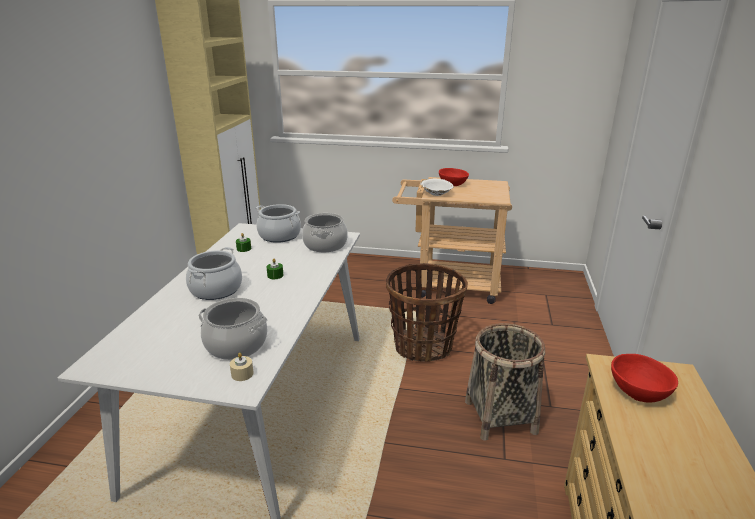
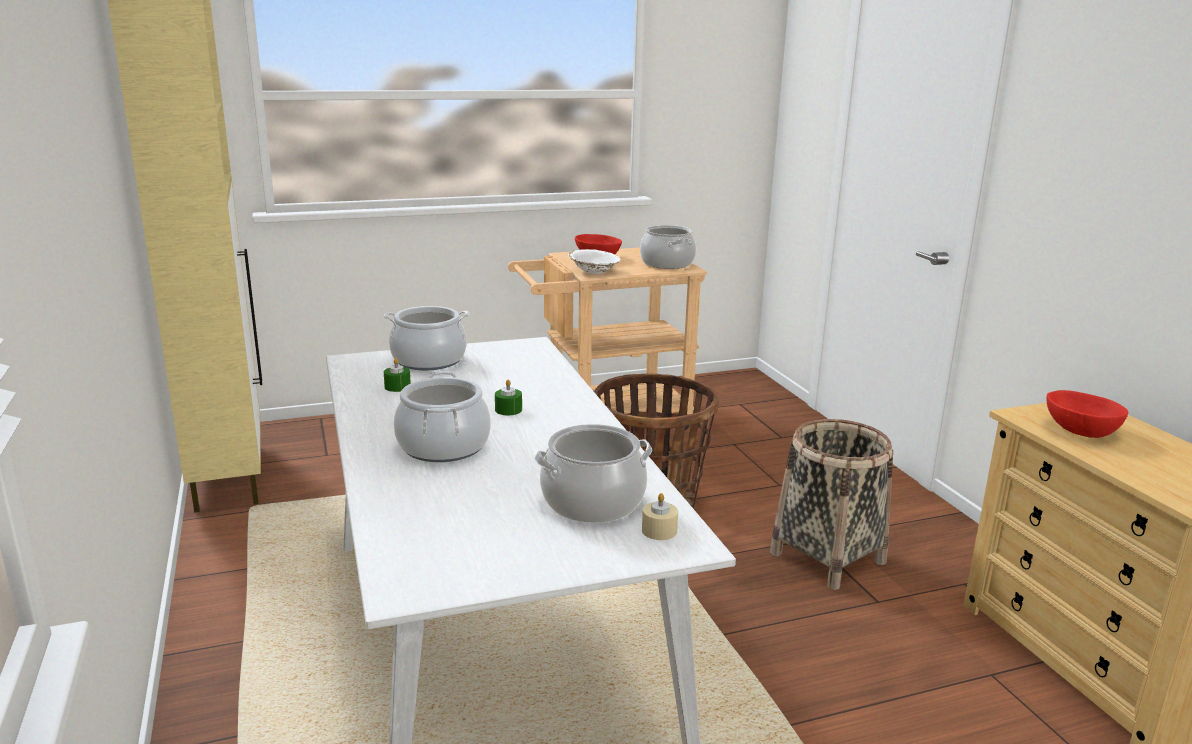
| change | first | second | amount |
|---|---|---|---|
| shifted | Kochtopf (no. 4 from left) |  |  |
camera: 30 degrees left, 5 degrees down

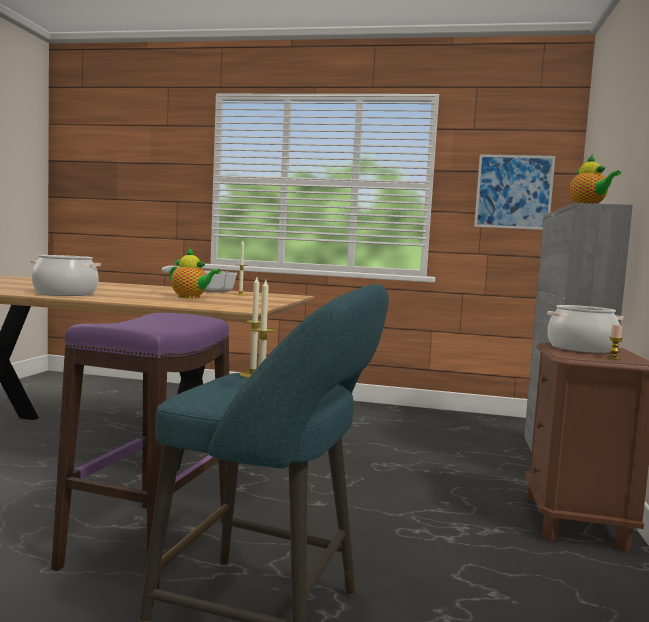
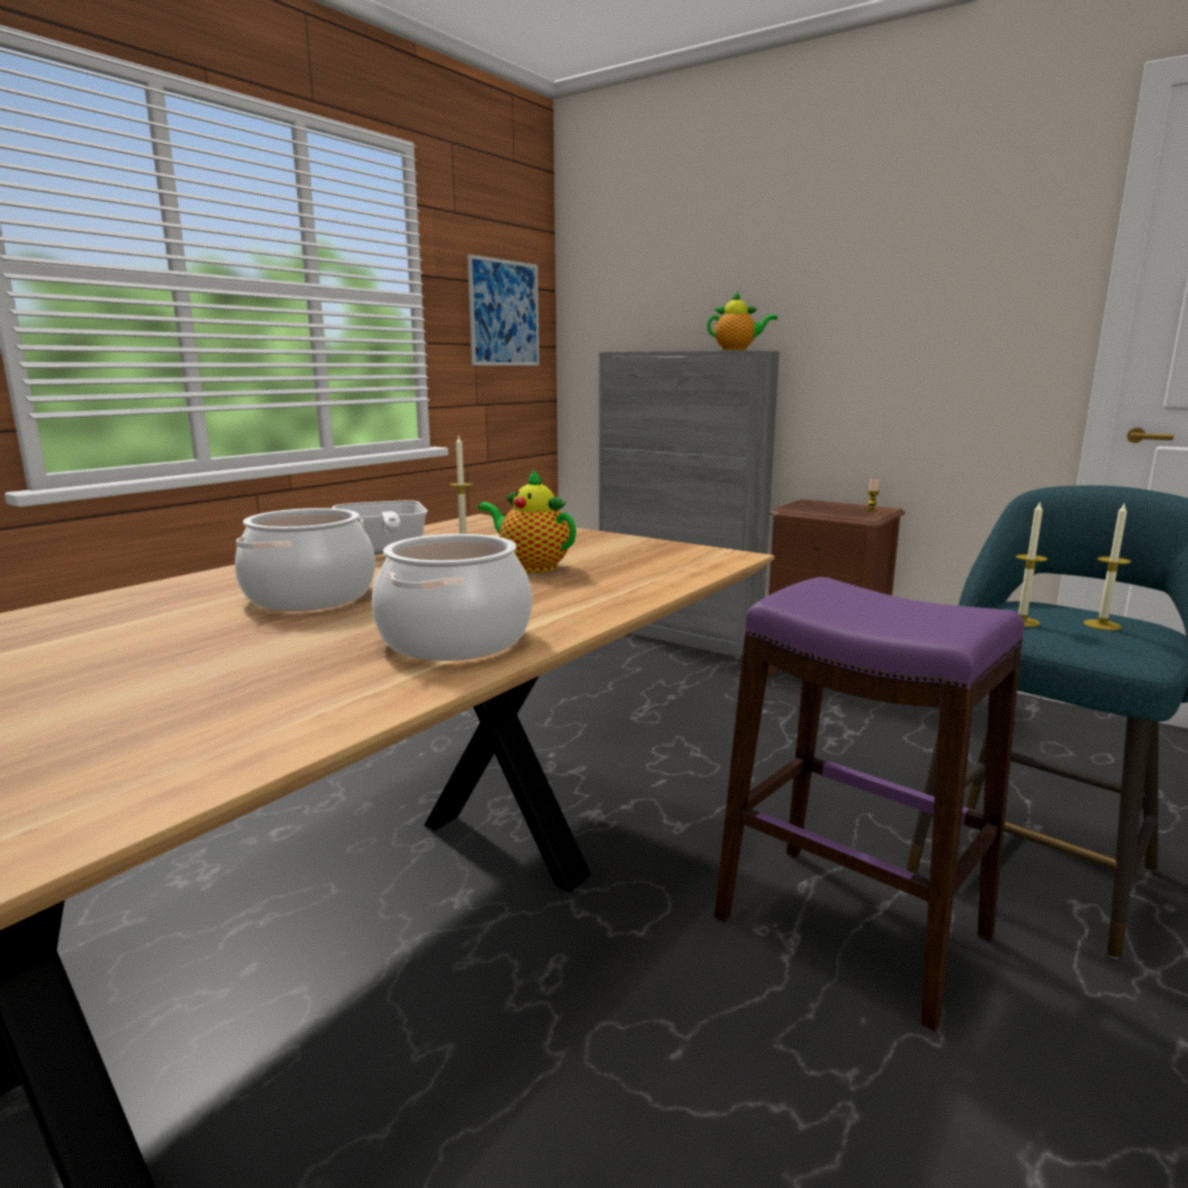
| change | first | second | amount |
|---|---|---|---|
| shifted | Kochtopf (no. 2 from left in the first image) | Kochtopf (no. 1 from left) |  |
| rotated | Teekanne (no. 1 from left) |  | 105 degrees counterclockwise |
camera: 65 degrees left, 10 degrees up

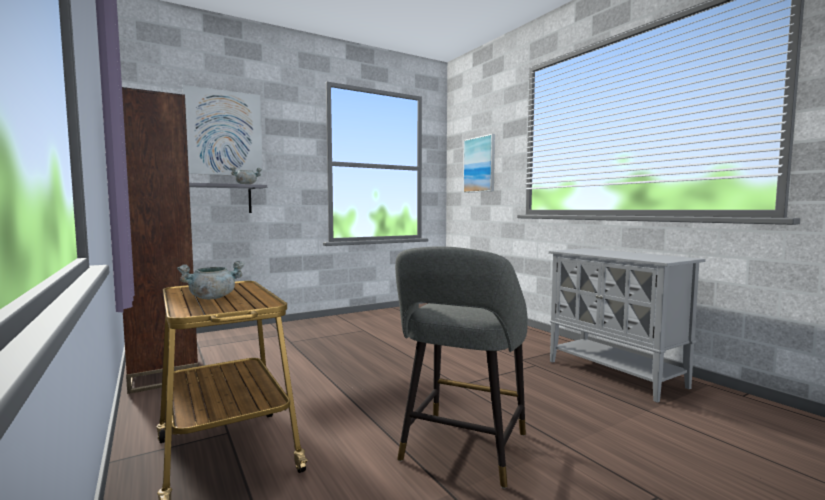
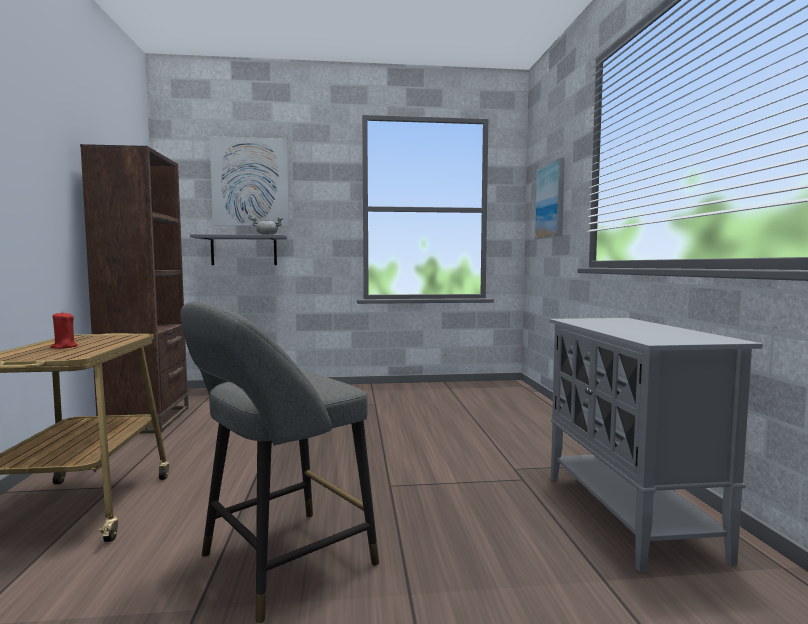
| change | first | second | amount |
|---|---|---|---|
| swapped | Kochtopf/grau (no. 1 from left) | Kerze/rot |  |
camera: 25 degrees right, 0 degrees up

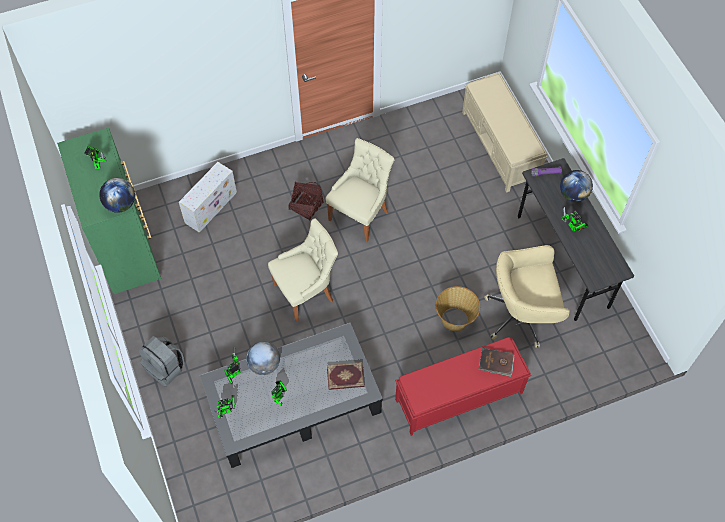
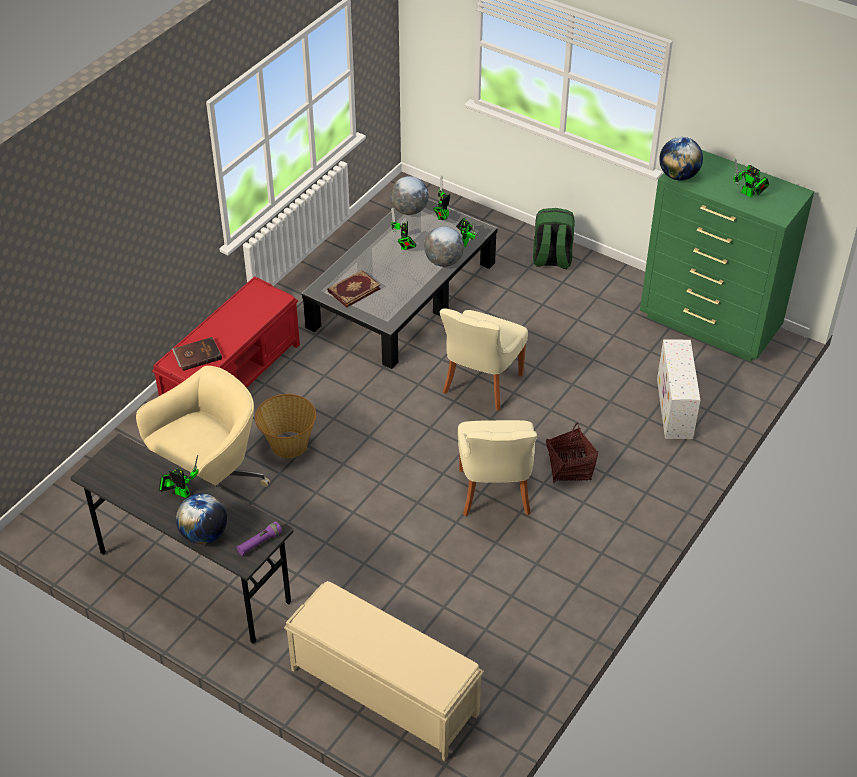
| change | first | second | amount |
|---|---|---|---|
| new |  | Globus (no. 2 from left) |  |
| repainted | Rucksack/grau | Rucksack/grün |  |
camera: 145 degrees right, 15 degrees down

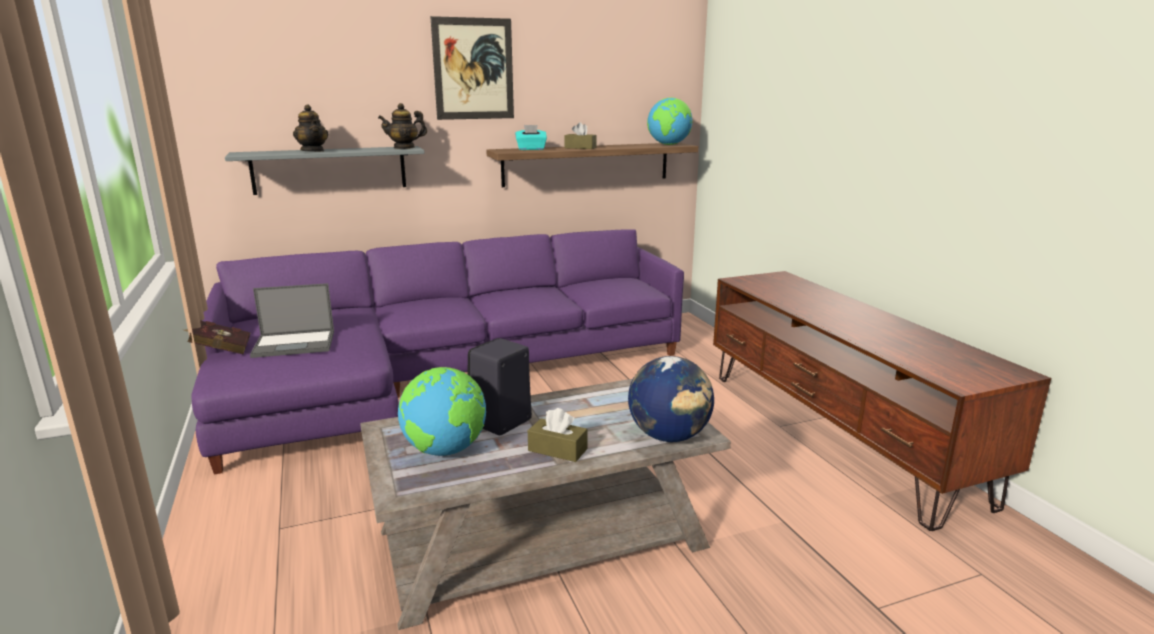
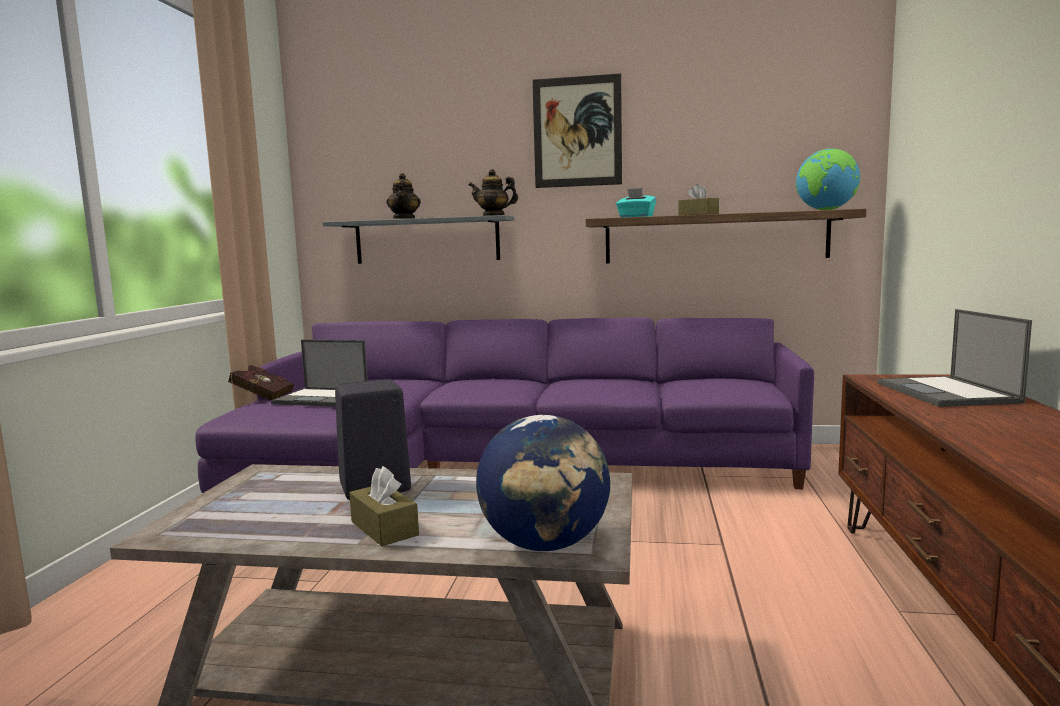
| change | first | second | amount |
|---|---|---|---|
| gone | Globus (no. 1 from left) |  |  |
| new |  | Laptop (no. 2 from left) |  |
camera: 30 degrees right, 10 degrees down

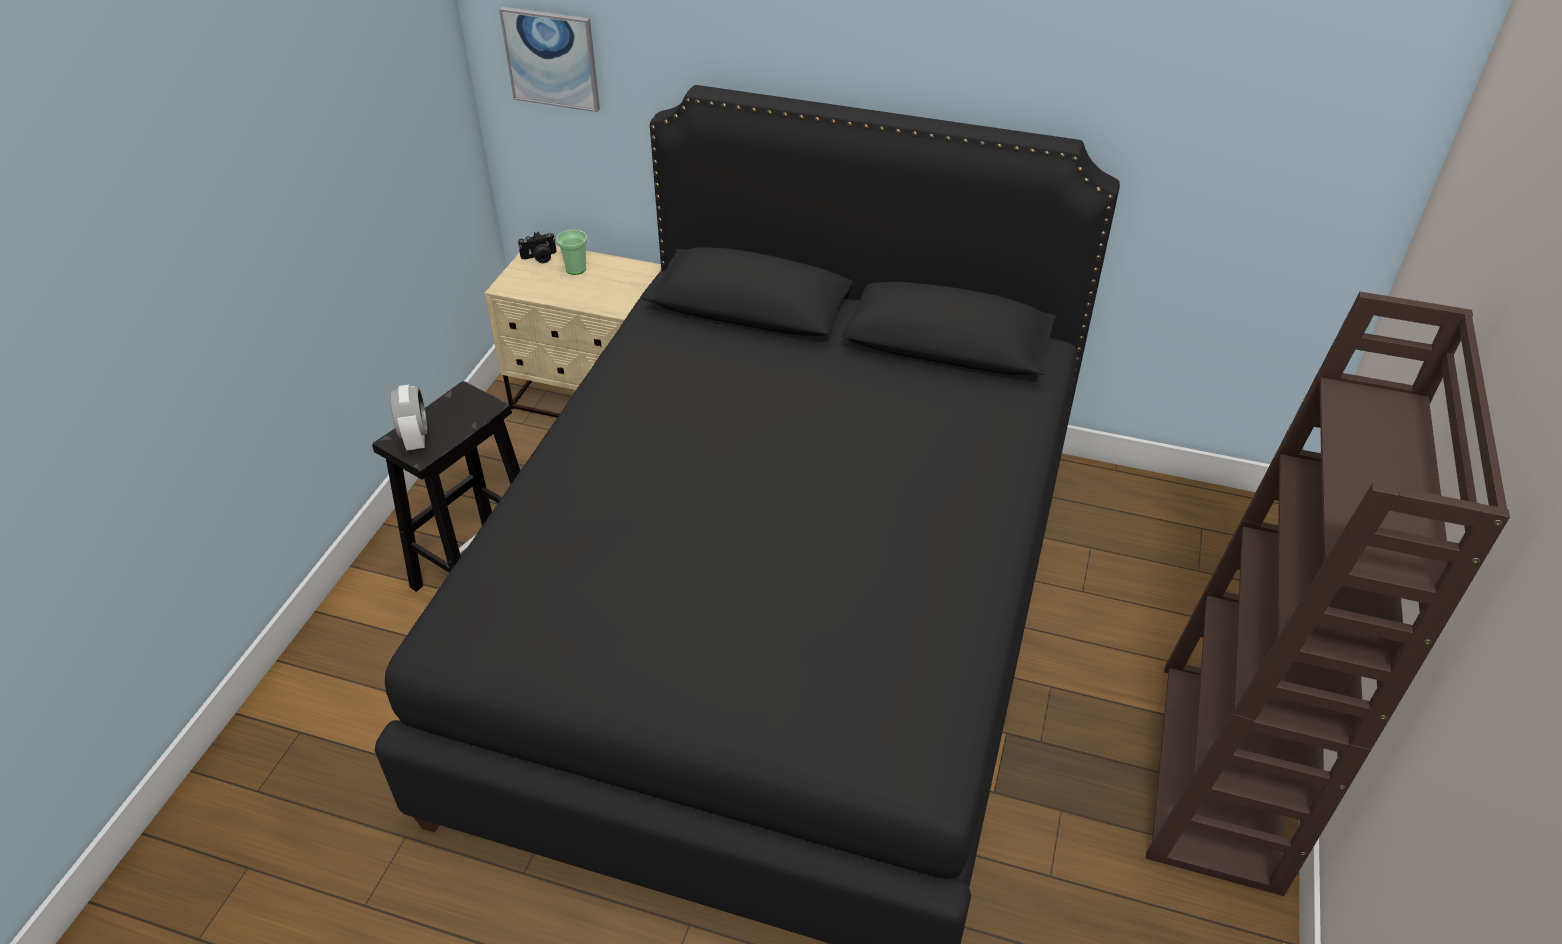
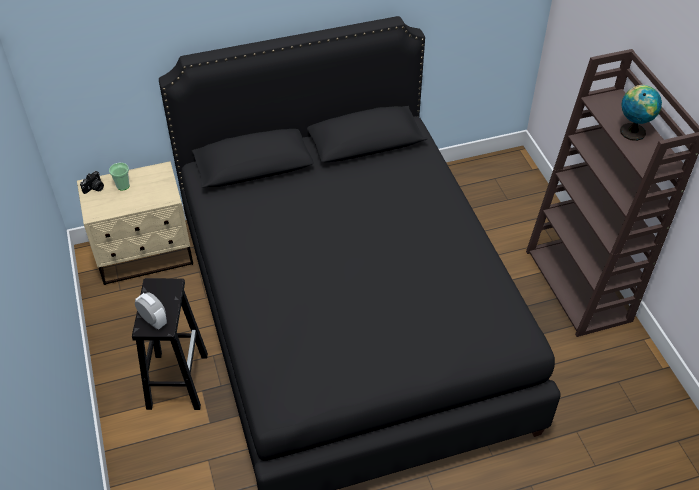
| change | first | second | amount |
|---|---|---|---|
| gone | Bild |  |  |
| new |  | Globus |  |
camera: 35 degrees left, 5 degrees up

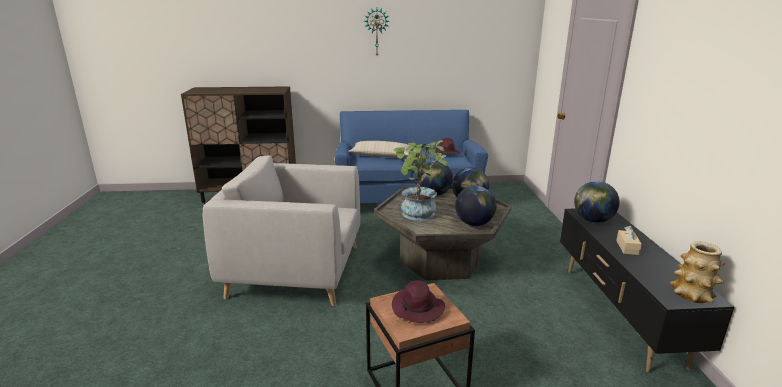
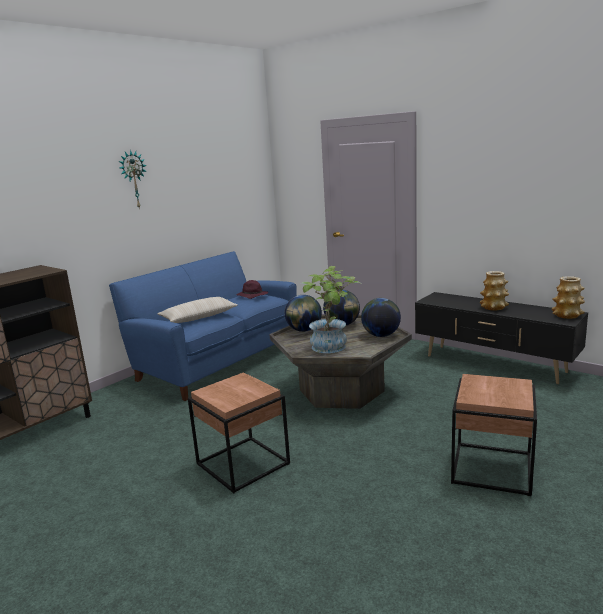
| change | first | second | amount |
|---|---|---|---|
| gone | Hut/lila (no. 1 from left) |  |  |
| gone | Globus (no. 4 from left) |  |  |
| swapped | Sessel/grau | Beistelltisch/braun (no. 1 from left) |  |
| swapped | Taschentuchbox/beige | Vase (no. 1 from left) |  |
camera: 45 degrees left, 5 degrees down

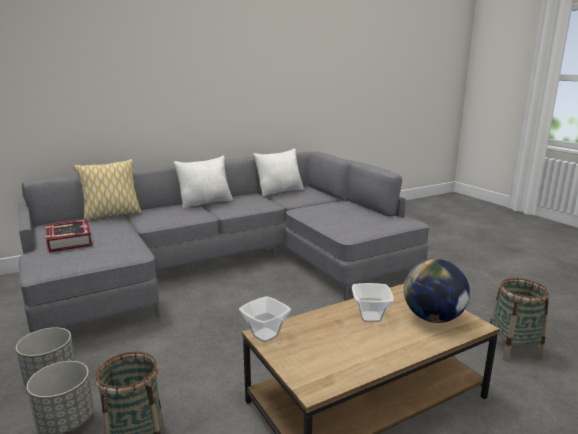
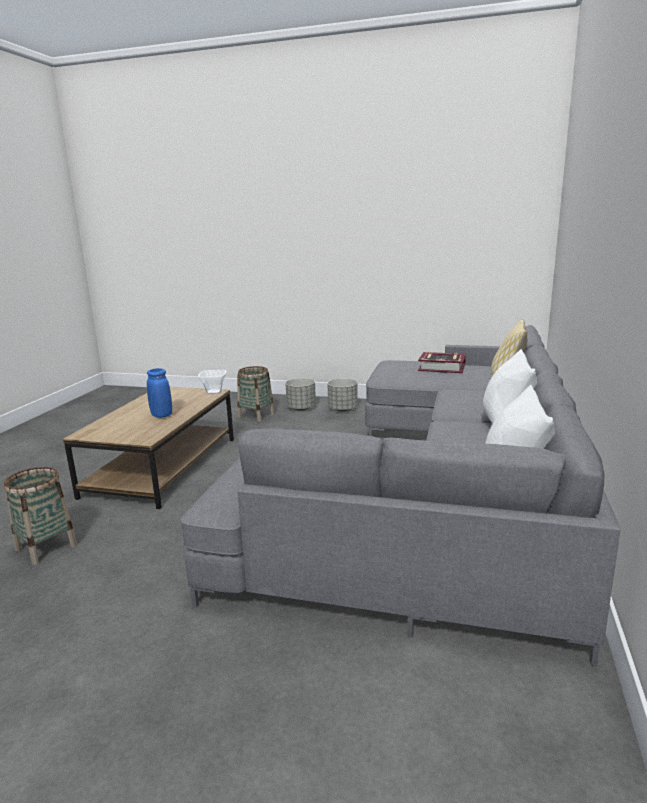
| change | first | second | amount |
|---|---|---|---|
| gone | Globus |  |  |
| swapped | Schüssel (no. 2 from left) | Vase/blau |  |
camera: 135 degrees right, 0 degrees up

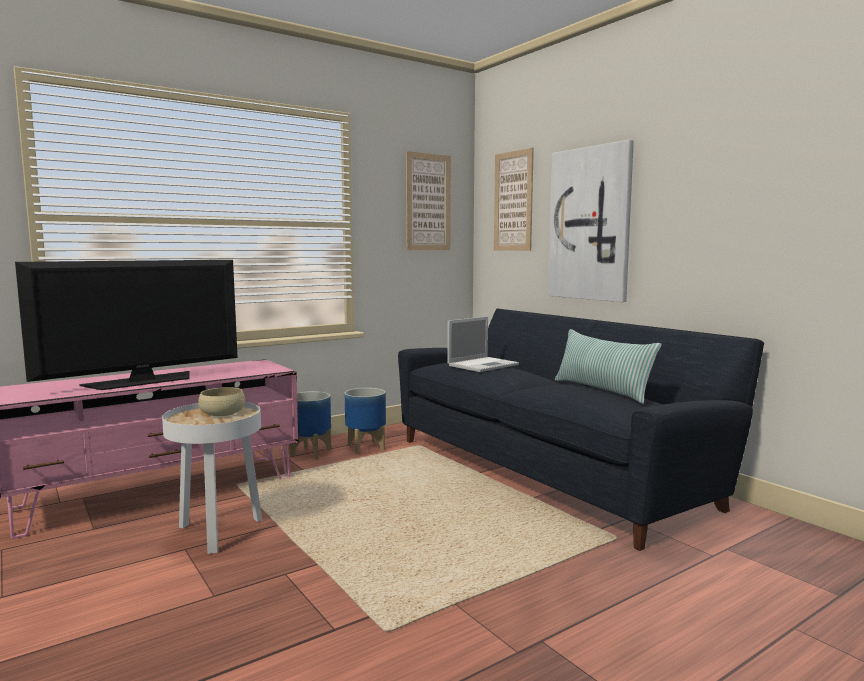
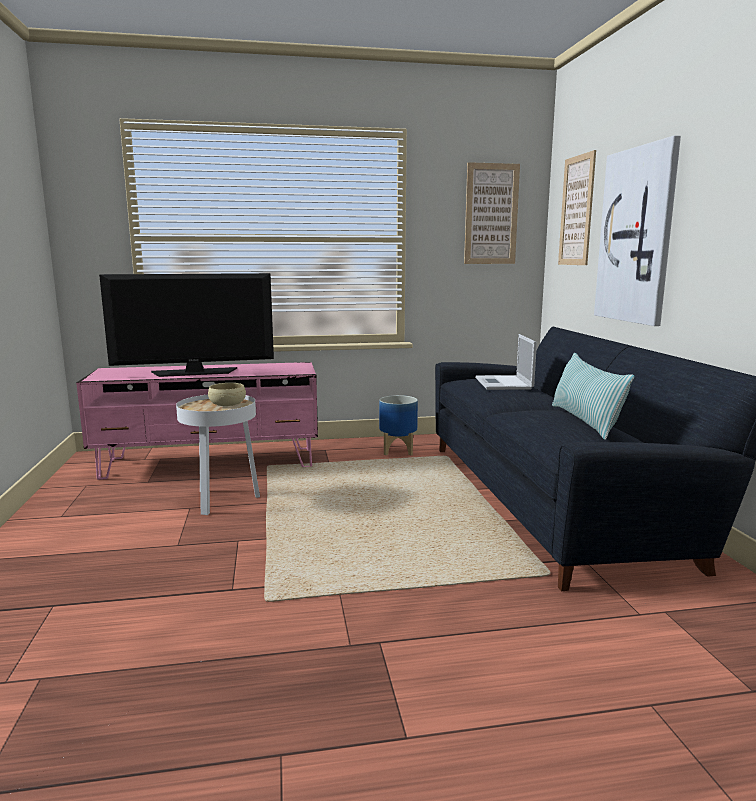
| change | first | second | amount |
|---|---|---|---|
| gone | Pflanzkübel (no. 1 from left) |  |  |
| rotated | Laptop |  | 105 degrees clockwise |
camera: 25 degrees right, 5 degrees up

